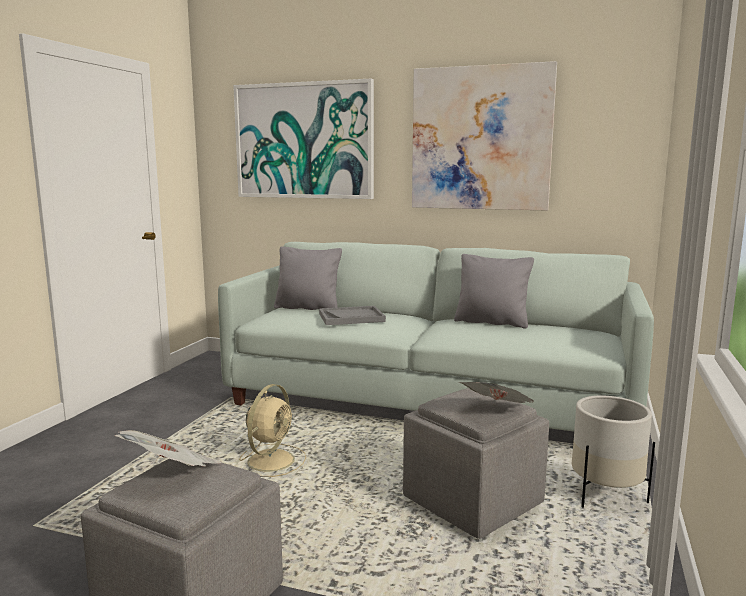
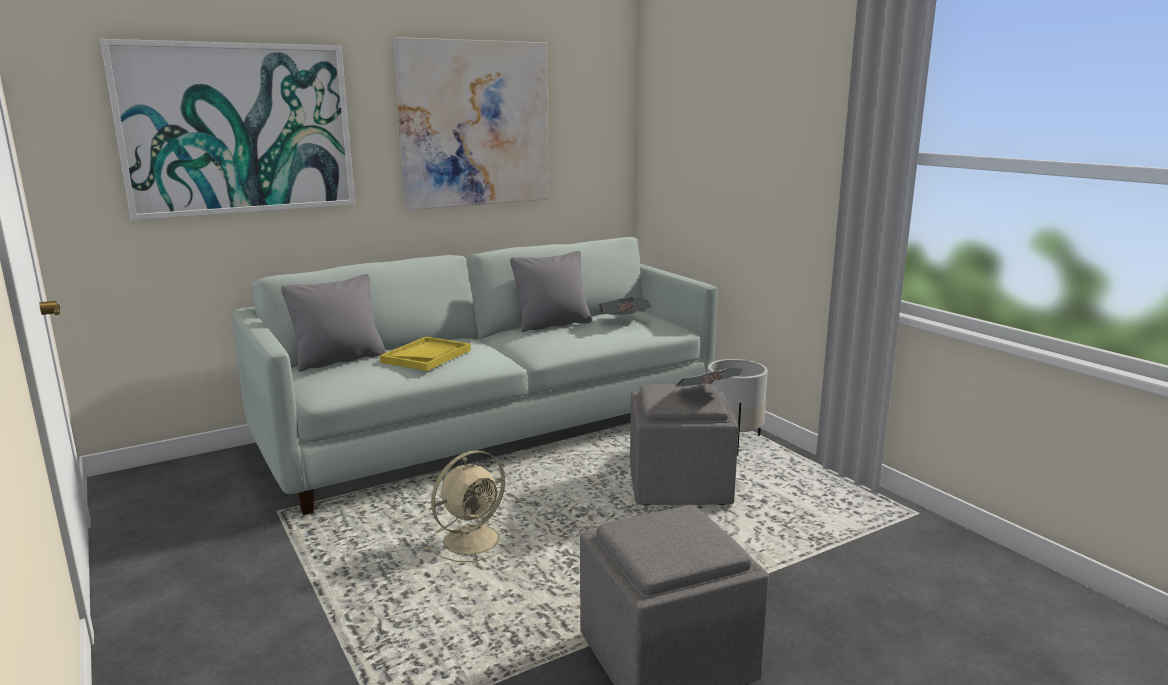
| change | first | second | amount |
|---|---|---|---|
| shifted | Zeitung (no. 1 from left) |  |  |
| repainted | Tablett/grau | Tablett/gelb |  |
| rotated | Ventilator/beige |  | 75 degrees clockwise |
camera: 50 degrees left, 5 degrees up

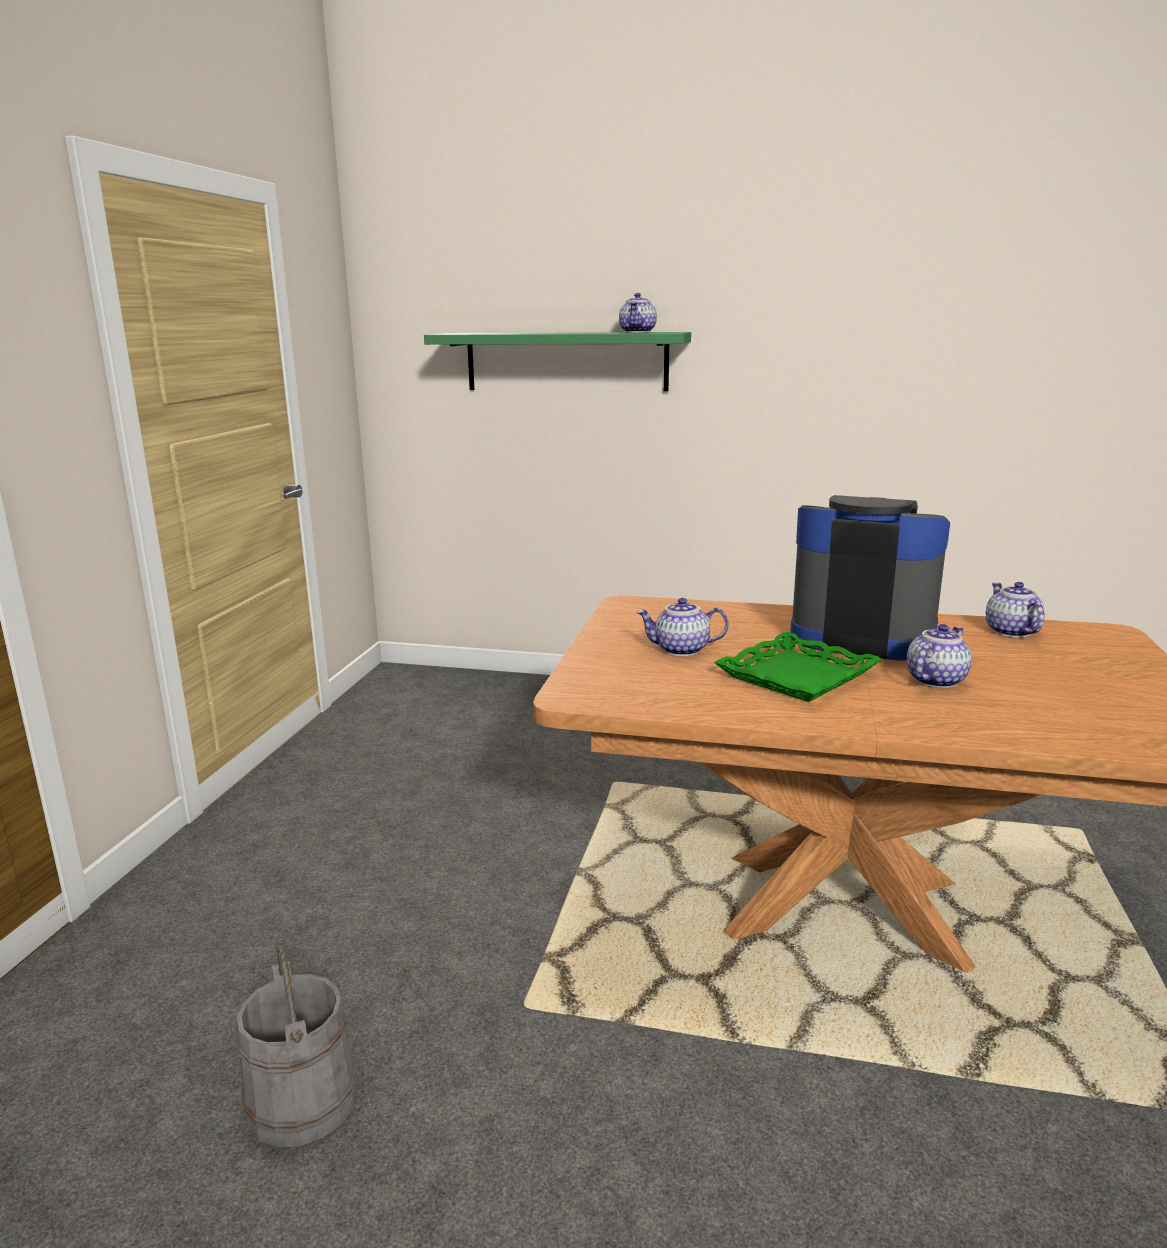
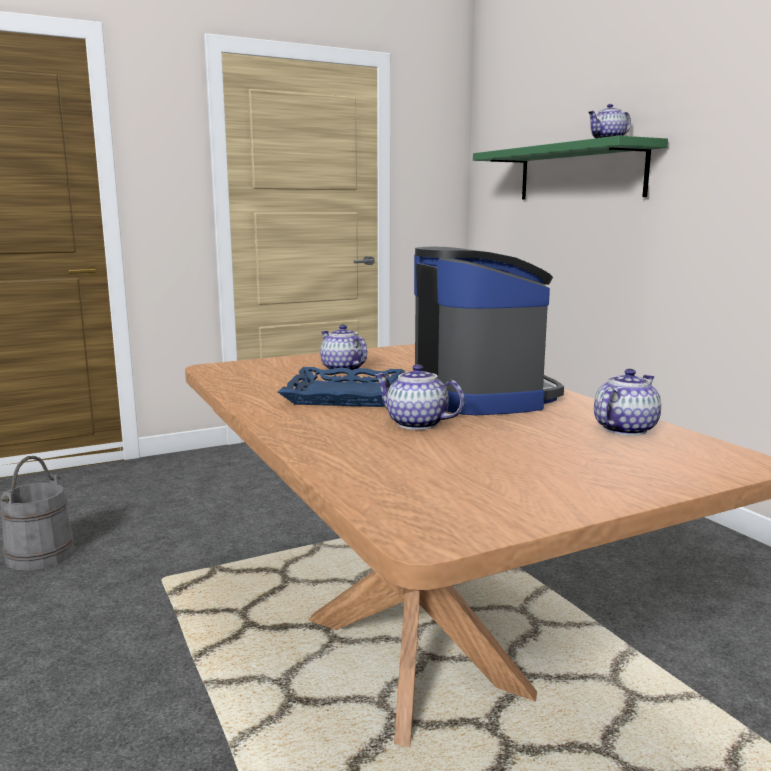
| change | first | second | amount |
|---|---|---|---|
| repainted | Tablett/grün | Tablett/blau |  |
| rotated | Teekanne (no. 3 from left in the first image) | Teekanne (no. 2 from left) | 150 degrees counterclockwise |
camera: 50 degrees right, 5 degrees down

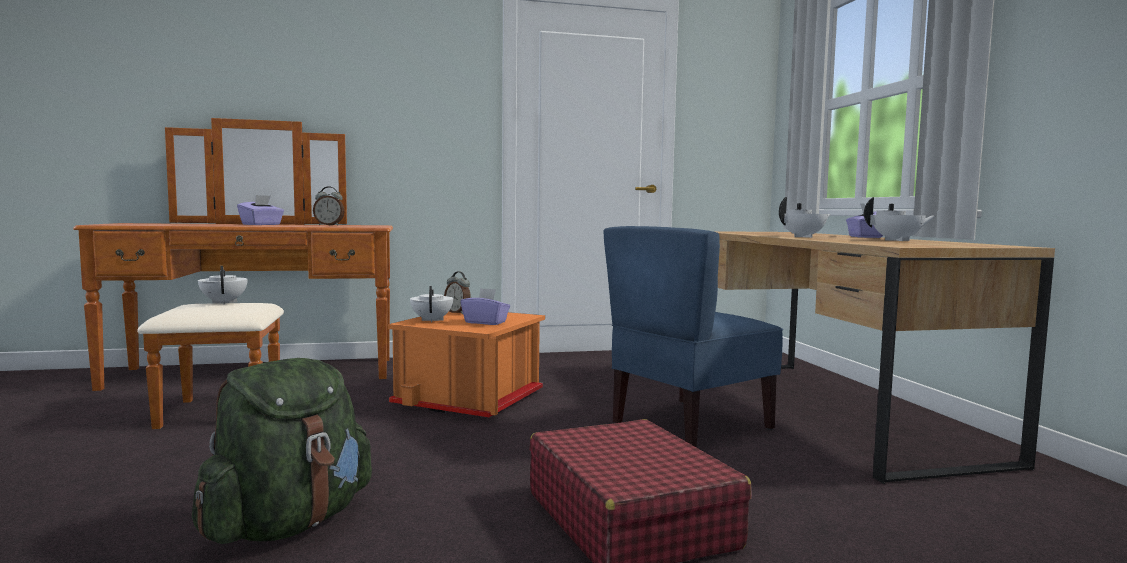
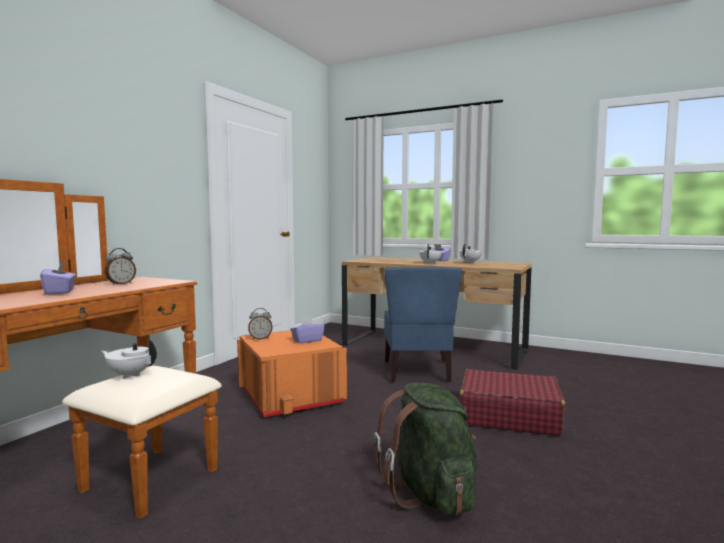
| change | first | second | amount |
|---|---|---|---|
| gone | Teekanne/weiß (no. 2 from left) |  |  |
camera: 50 degrees left, 0 degrees up

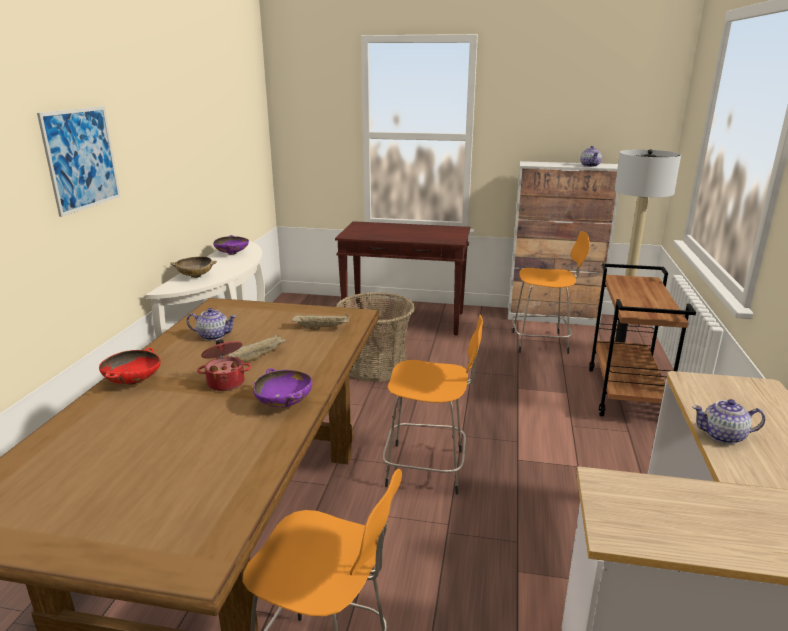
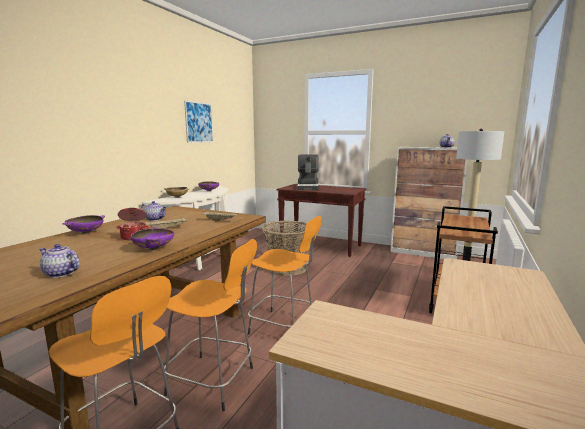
| change | first | second | amount |
|---|---|---|---|
| new |  | Kaffeemaschine |  |
| shifted | Bild |  |  |
| shifted | Hocker/orange (no. 3 from left in the first image) | Hocker/orange (no. 2 from left) |  |
| shifted | Teekanne (no. 3 from left in the first image) | Teekanne (no. 1 from left) |  |
| repainted | Schüssel/rot | Schüssel/lila (no. 1 from left) |  |
camera: 15 degrees right, 10 degrees down

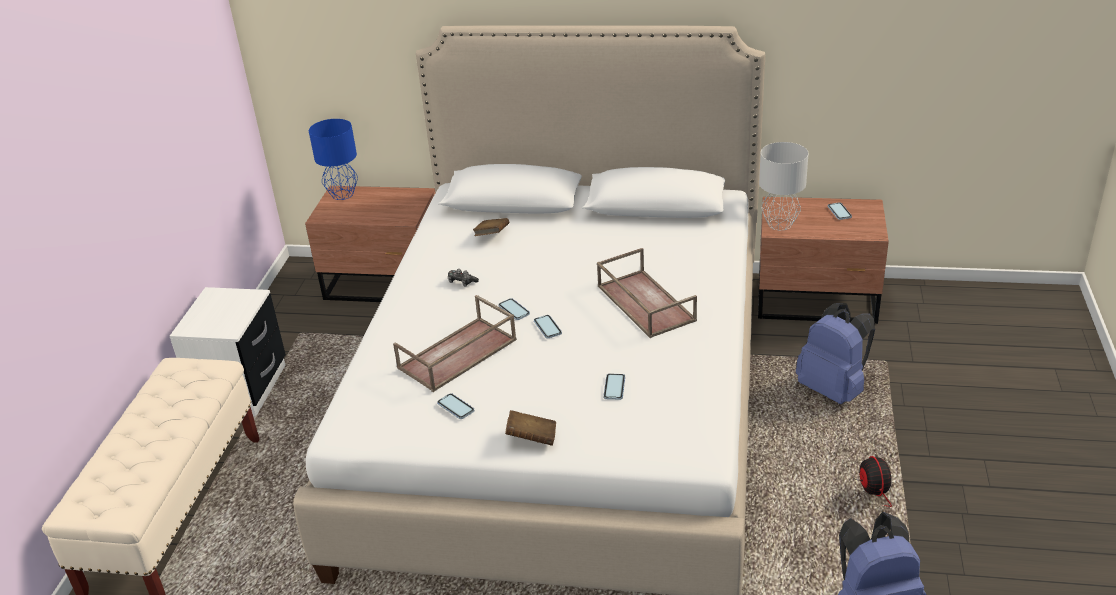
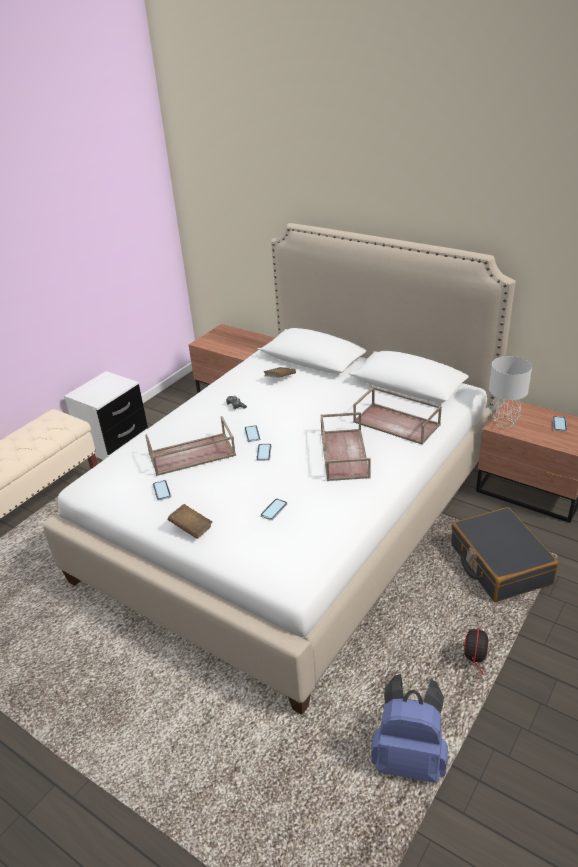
| change | first | second | amount |
|---|---|---|---|
| gone | Tischlampe/blau |  |  |
| new |  | Tablett/braun (no. 3 from left) |  |
| swapped | Rucksack/blau (no. 1 from left) | Koffer/schwarz |  |
camera: 25 degrees right, 0 degrees up

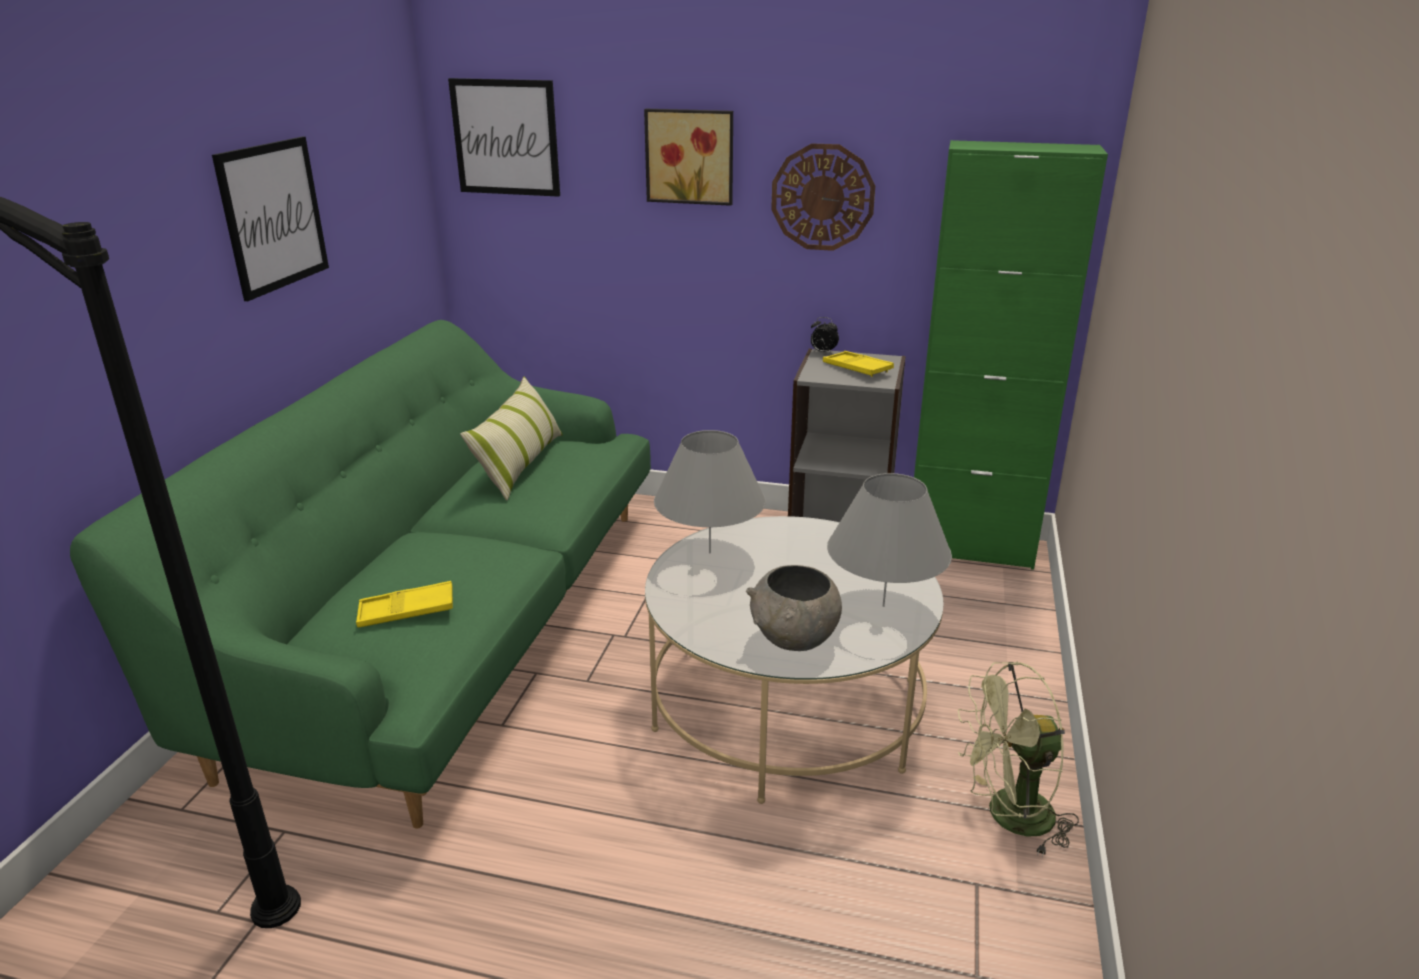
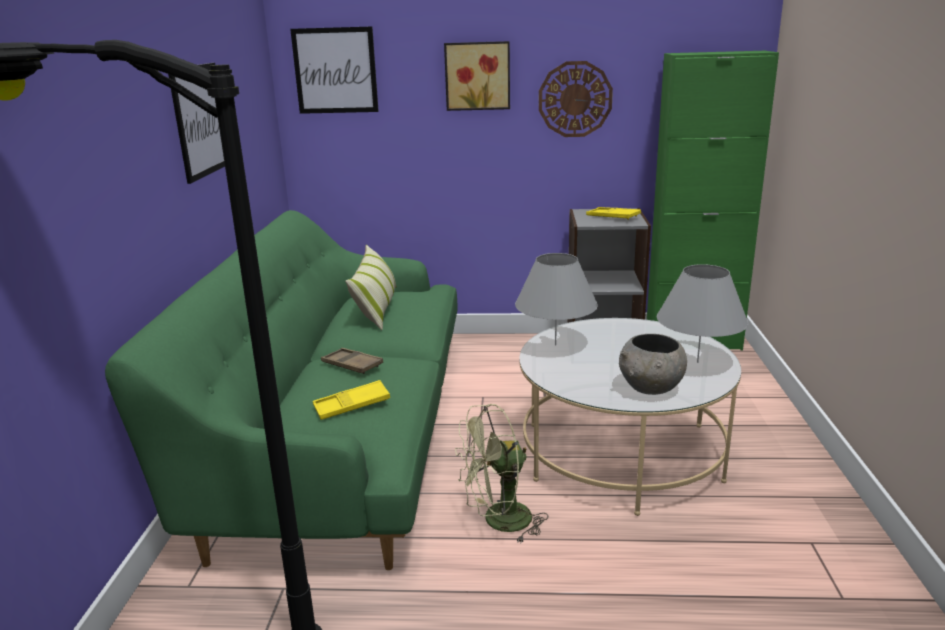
| change | first | second | amount |
|---|---|---|---|
| gone | Wecker |  |  |
| new |  | Tablett/braun |  |
| shifted | Ventilator/grün |  |  |
camera: 10 degrees left, 5 degrees down

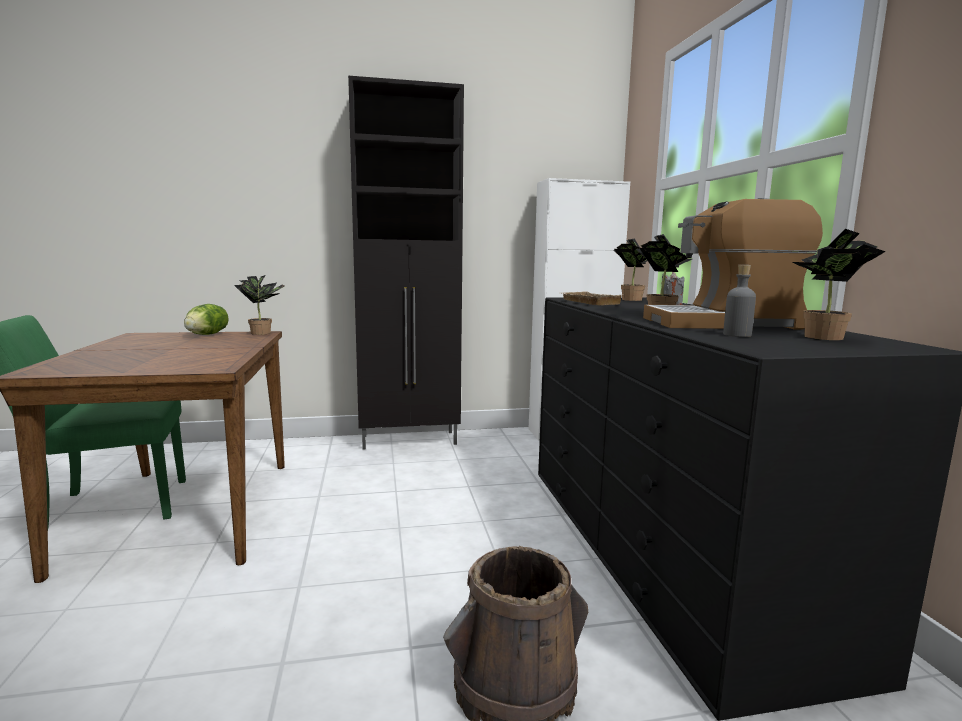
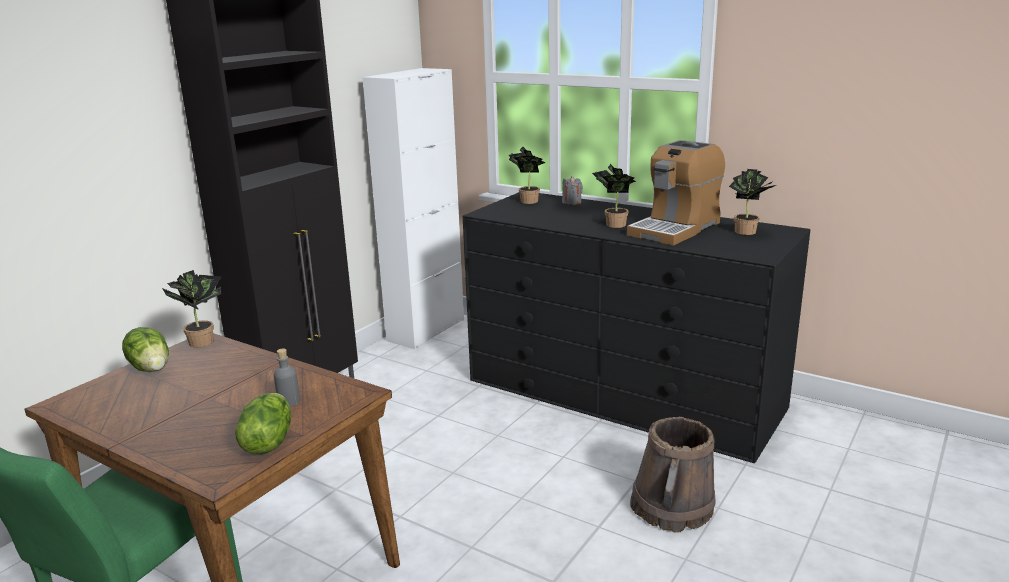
| change | first | second | amount |
|---|---|---|---|
| gone | Tablett/beige |  |  |
| new |  | Salatkopf (no. 2 from left) |  |
| shifted | Flasche/grau |  |  |
camera: 45 degrees left, 10 degrees up

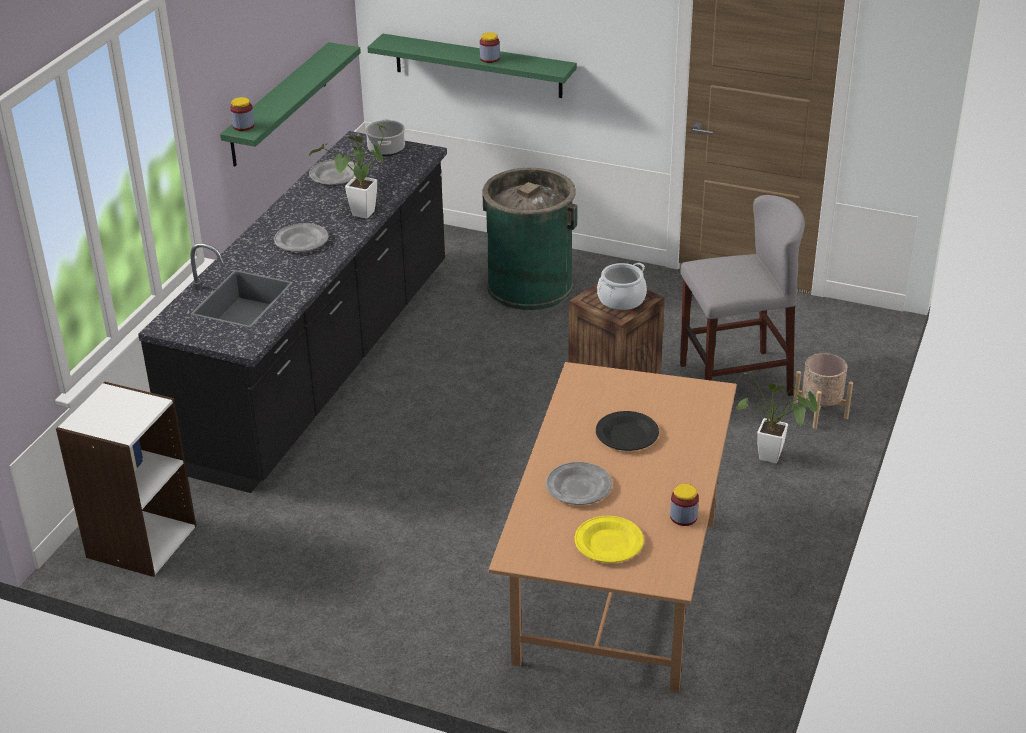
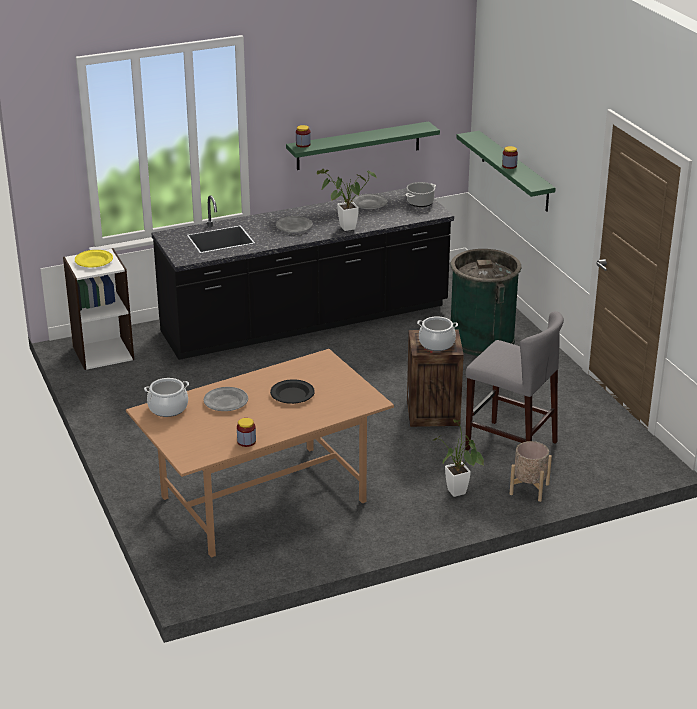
| change | first | second | amount |
|---|---|---|---|
| new |  | Kochtopf (no. 1 from left) |  |
| shifted | Teller/gelb |  |  |
camera: 45 degrees right, 5 degrees down

